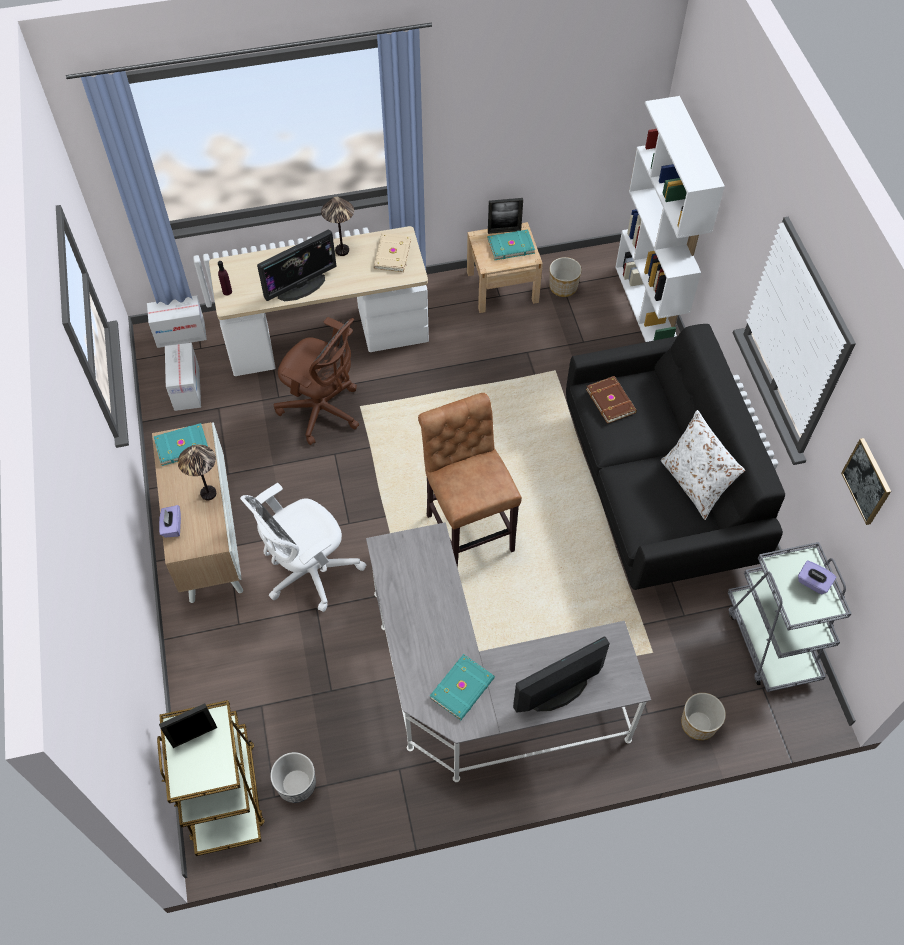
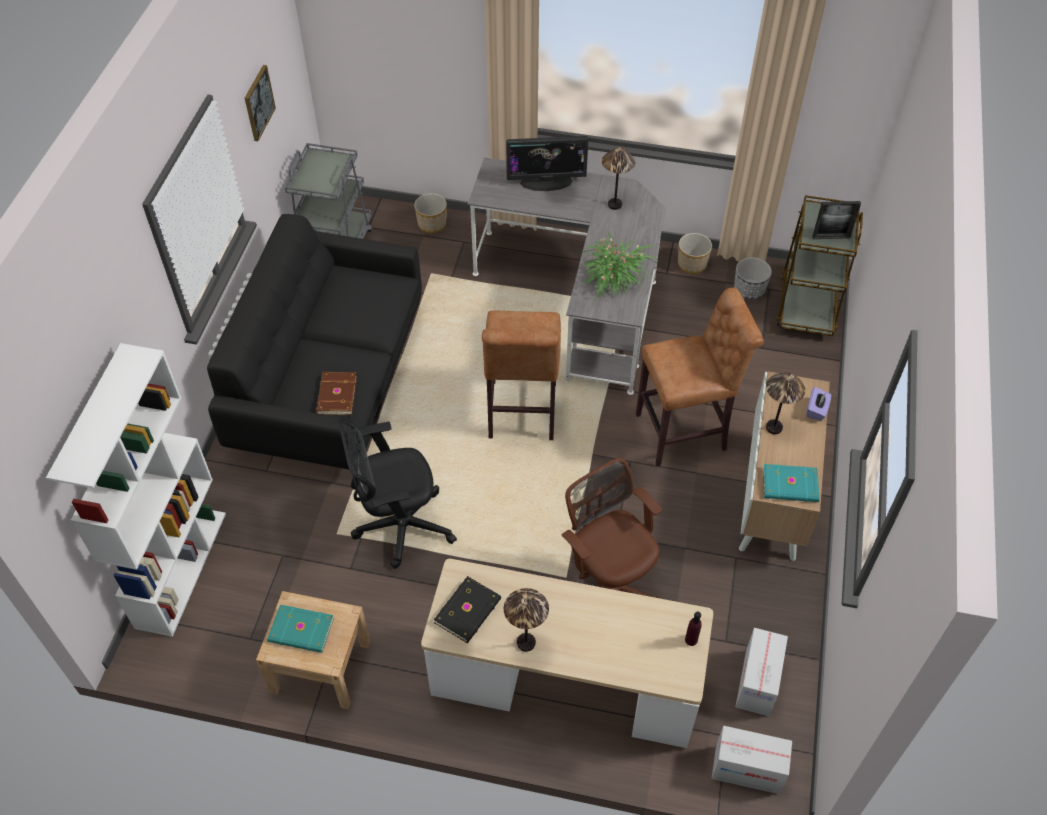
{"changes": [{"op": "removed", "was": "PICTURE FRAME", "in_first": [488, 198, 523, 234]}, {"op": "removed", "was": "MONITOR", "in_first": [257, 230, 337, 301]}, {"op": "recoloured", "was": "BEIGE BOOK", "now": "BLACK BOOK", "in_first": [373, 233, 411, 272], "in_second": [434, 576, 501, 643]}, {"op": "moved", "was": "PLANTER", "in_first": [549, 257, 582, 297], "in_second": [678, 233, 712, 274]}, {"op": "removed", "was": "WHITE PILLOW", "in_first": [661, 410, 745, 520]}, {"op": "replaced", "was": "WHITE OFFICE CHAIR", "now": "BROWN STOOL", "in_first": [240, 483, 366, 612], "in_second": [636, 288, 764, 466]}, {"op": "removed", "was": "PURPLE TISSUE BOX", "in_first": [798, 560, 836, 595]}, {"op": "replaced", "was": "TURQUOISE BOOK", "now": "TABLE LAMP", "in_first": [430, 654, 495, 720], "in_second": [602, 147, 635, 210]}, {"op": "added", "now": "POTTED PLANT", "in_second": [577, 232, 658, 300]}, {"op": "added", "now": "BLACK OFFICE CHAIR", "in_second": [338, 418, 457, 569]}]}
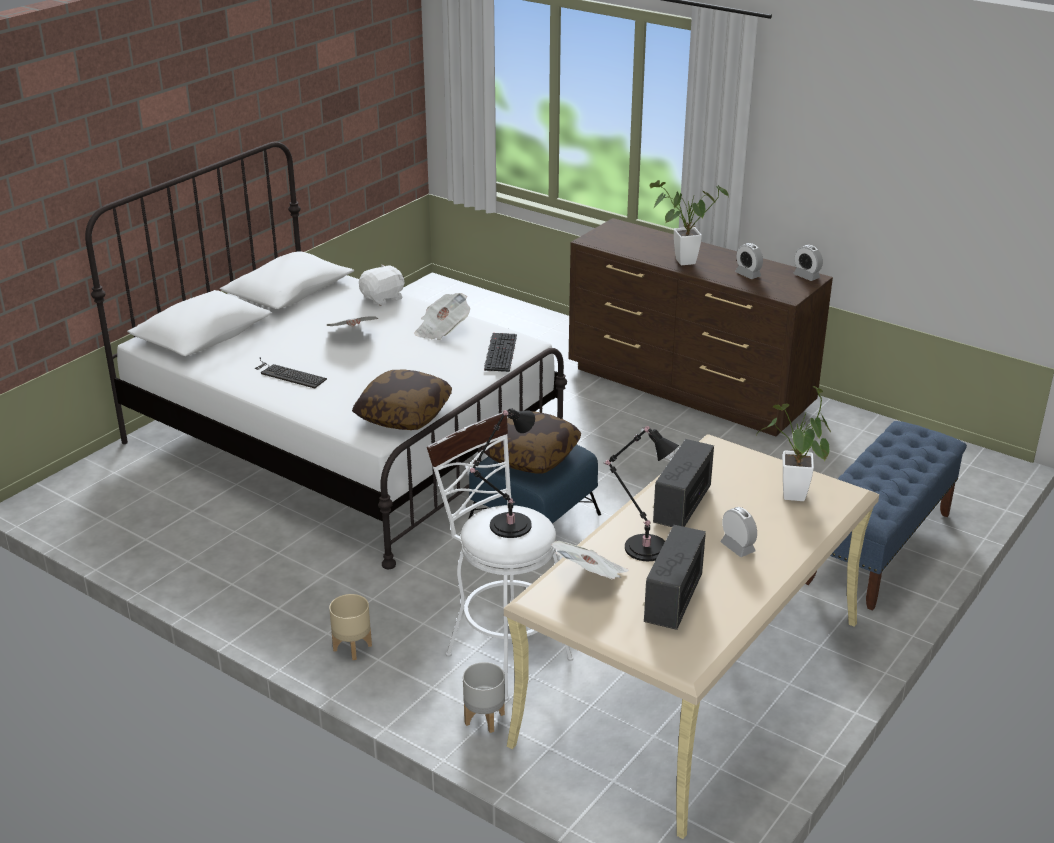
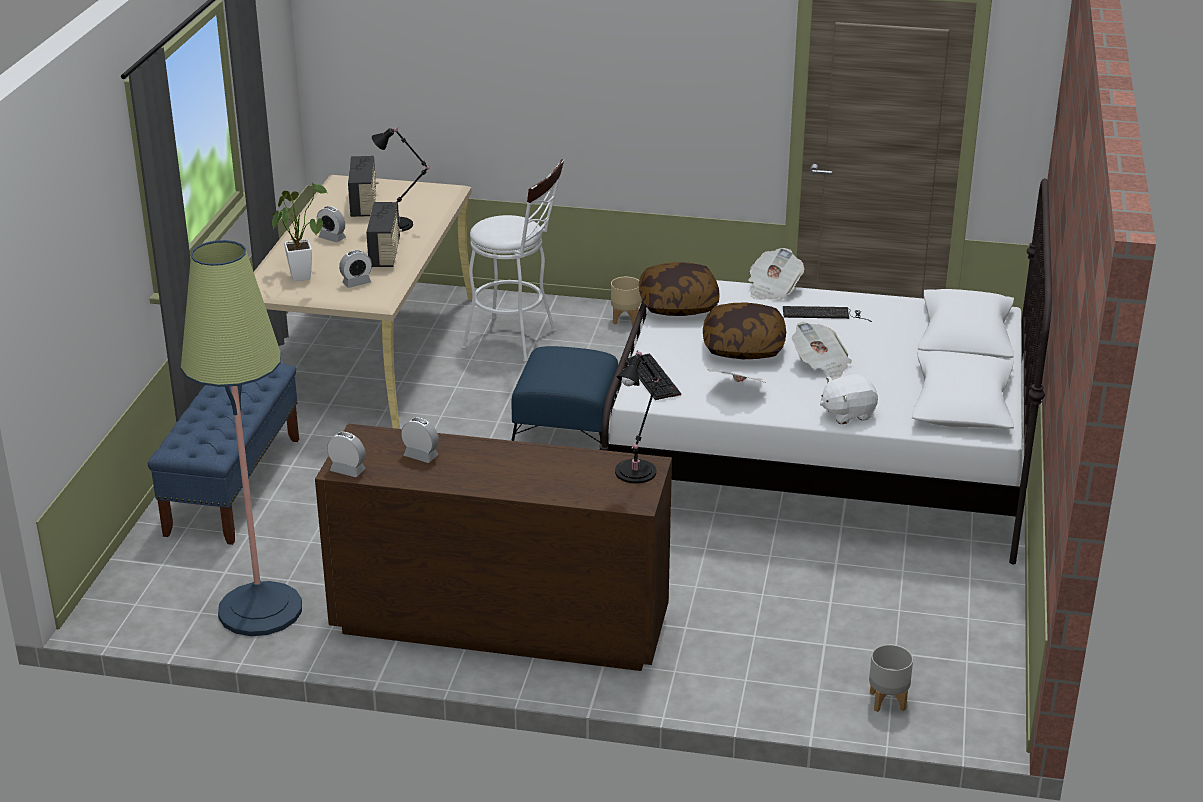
{"changes": [{"op": "removed", "was": "POTTED PLANT", "in_first": [650, 180, 729, 265]}, {"op": "turned", "was": "WHITE PLUSH TOY", "in_first": [359, 264, 404, 306], "in_second": [820, 374, 878, 424], "clockwise": 45}, {"op": "moved", "was": "BLACK TABLE LAMP", "in_first": [470, 408, 535, 538], "in_second": [615, 350, 659, 483]}, {"op": "moved", "was": "PILLOW", "in_first": [481, 411, 581, 474], "in_second": [703, 302, 786, 359]}, {"op": "moved", "was": "NEWSPAPER", "in_first": [552, 541, 629, 580], "in_second": [748, 248, 804, 300]}, {"op": "moved", "was": "GREY PLANTER", "in_first": [463, 662, 505, 733], "in_second": [869, 644, 913, 712]}, {"op": "added", "now": "FLOOR LAMP", "in_second": [181, 240, 302, 636]}, {"op": "added", "now": "ALARM CLOCK", "in_second": [339, 250, 372, 288]}]}
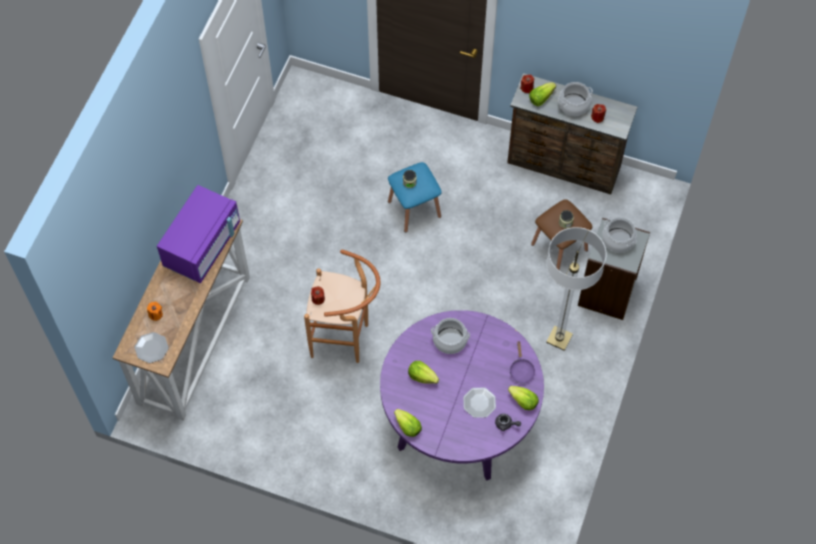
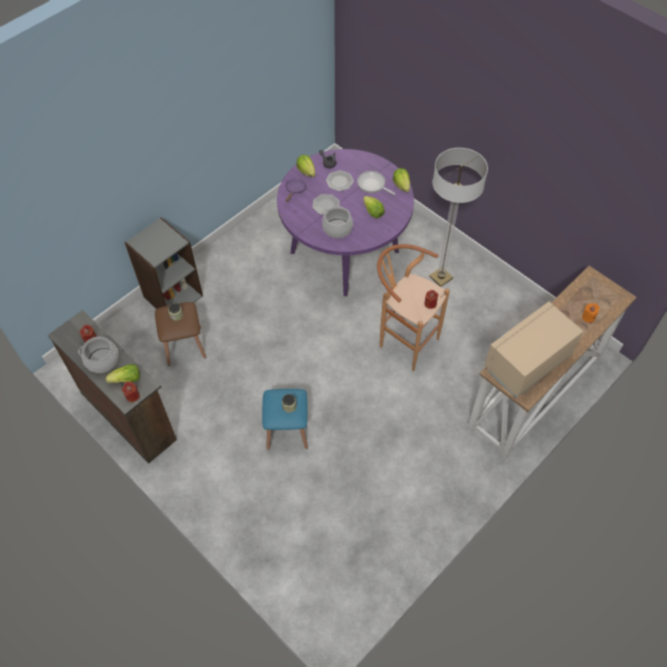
{"changes": [{"op": "recoloured", "was": "PURPLE MICROWAVE", "now": "BEIGE MICROWAVE", "in_first": [157, 185, 240, 283], "in_second": [484, 301, 583, 398]}, {"op": "removed", "was": "COOKING POT", "in_first": [602, 218, 637, 253]}, {"op": "moved", "was": "FLOOR LAMP", "in_first": [546, 227, 607, 351], "in_second": [429, 148, 488, 287]}, {"op": "moved", "was": "PLATE", "in_first": [134, 332, 169, 363], "in_second": [312, 194, 340, 215]}, {"op": "added", "now": "FRYING PAN", "in_second": [357, 171, 395, 195]}]}
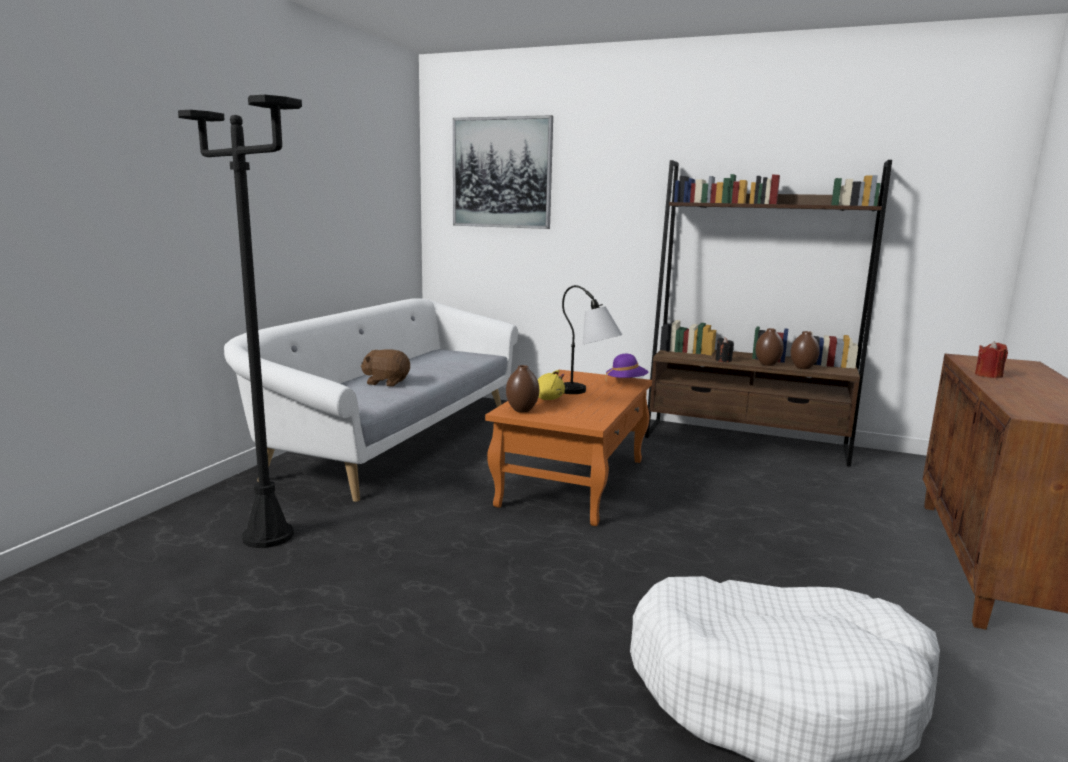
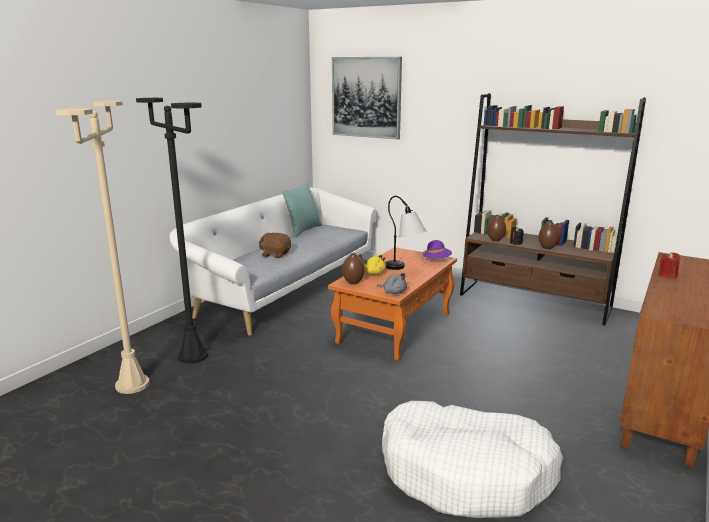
{"changes": [{"op": "moved", "was": "BROWN VASE", "in_first": [790, 331, 820, 369], "in_second": [487, 215, 506, 241]}, {"op": "added", "now": "BEIGE FLOOR LAMP", "in_second": [55, 101, 150, 394]}, {"op": "added", "now": "TURQUOISE PILLOW", "in_second": [282, 183, 322, 237]}, {"op": "added", "now": "GREY PLUSH TOY", "in_second": [377, 272, 407, 294]}]}
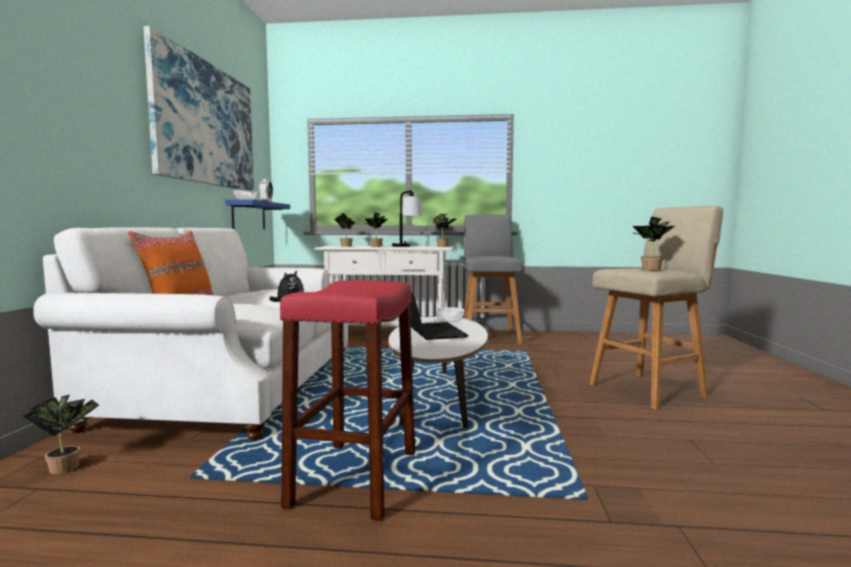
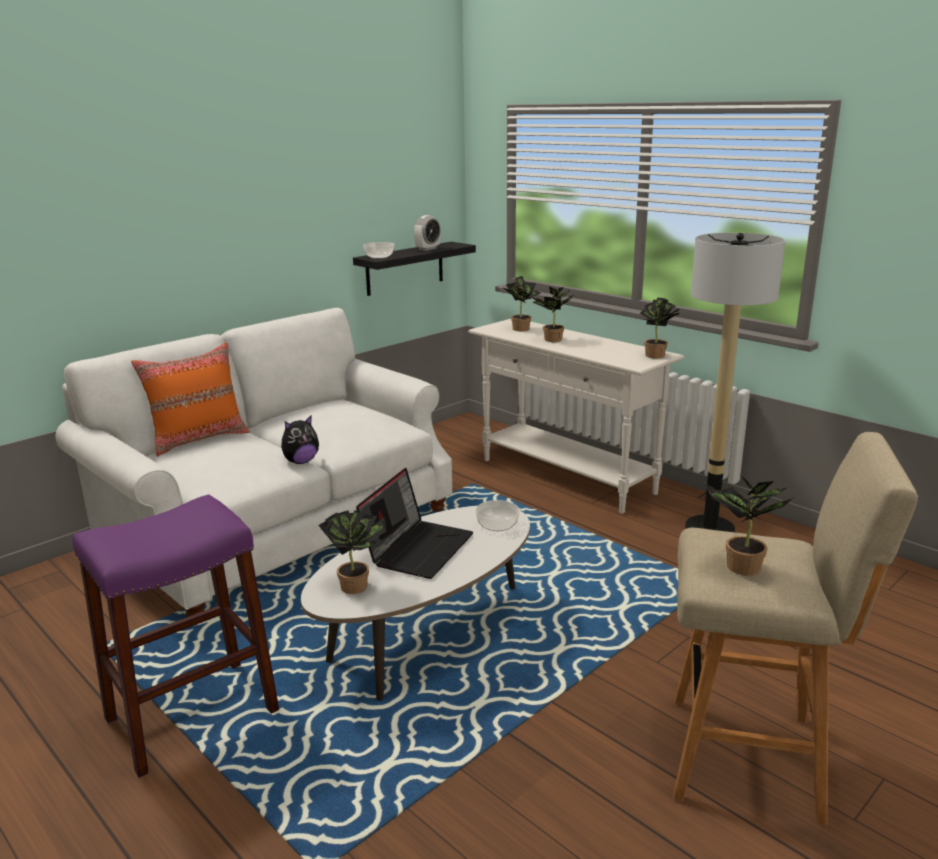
{"changes": [{"op": "removed", "was": "PICTURE", "in_first": [144, 26, 254, 191]}, {"op": "removed", "was": "TABLE LAMP", "in_first": [392, 190, 422, 247]}, {"op": "recoloured", "was": "BLUE SHELF", "now": "BLACK SHELF", "in_first": [226, 199, 290, 230], "in_second": [353, 242, 476, 296]}, {"op": "replaced", "was": "GREY STOOL", "now": "FLOOR LAMP", "in_first": [463, 214, 523, 345], "in_second": [685, 233, 786, 532]}, {"op": "recoloured", "was": "RED STOOL", "now": "PURPLE STOOL", "in_first": [280, 280, 415, 521], "in_second": [72, 494, 279, 778]}, {"op": "moved", "was": "POTTED PLANT", "in_first": [23, 395, 99, 475], "in_second": [318, 510, 386, 594]}]}
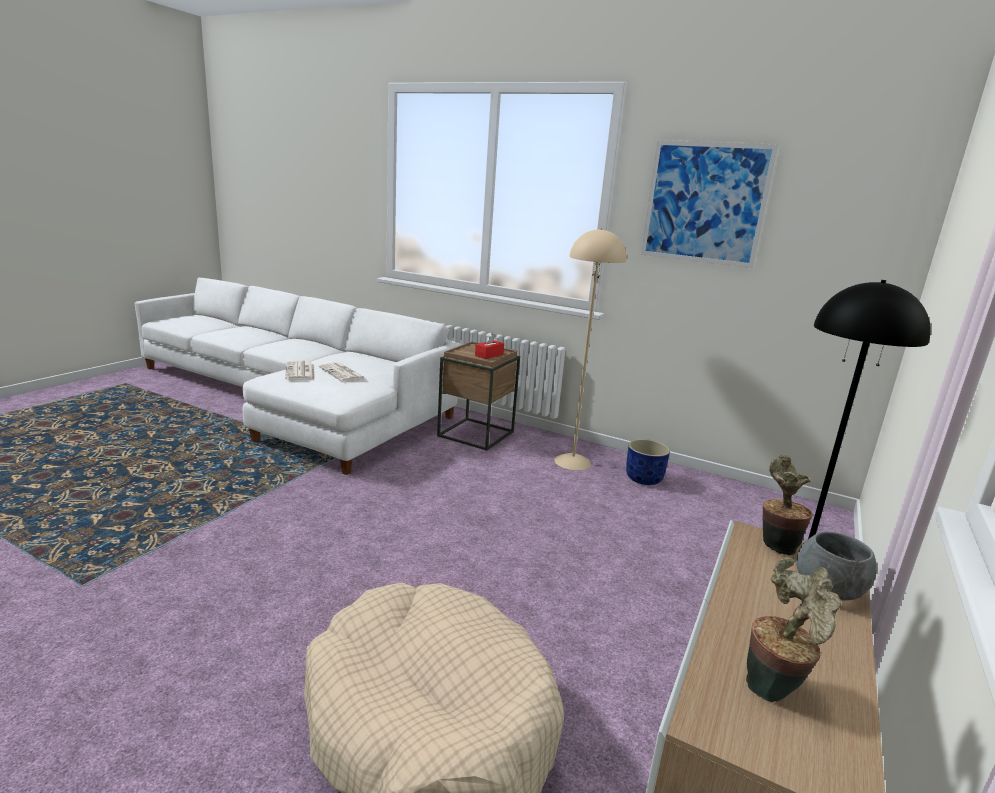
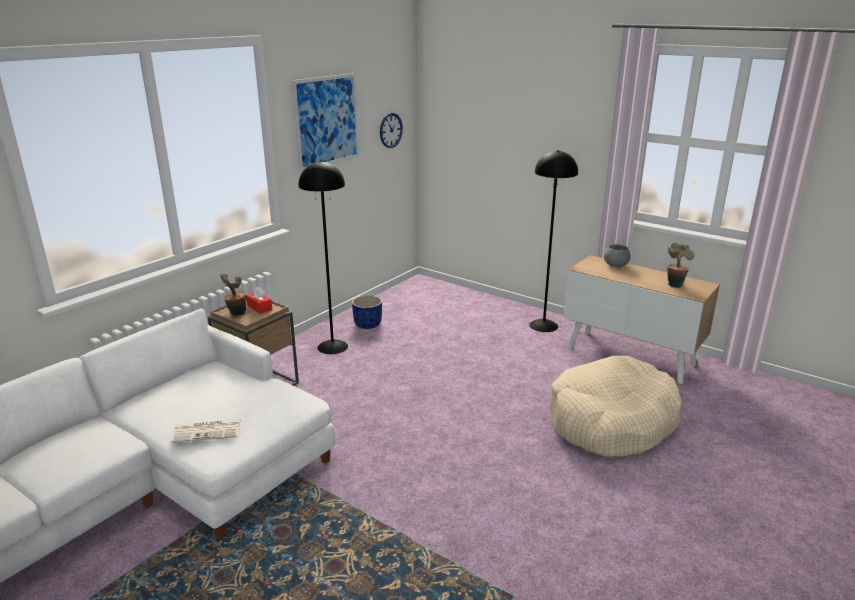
{"changes": [{"op": "recoloured", "was": "BEIGE FLOOR LAMP", "now": "BLACK FLOOR LAMP", "in_first": [554, 228, 626, 470], "in_second": [298, 161, 348, 354]}, {"op": "removed", "was": "NEWSPAPER", "in_first": [318, 362, 365, 382]}, {"op": "moved", "was": "POTTED PLANT", "in_first": [763, 454, 813, 556], "in_second": [220, 273, 246, 316]}, {"op": "added", "now": "WALL CLOCK", "in_second": [380, 113, 403, 148]}]}
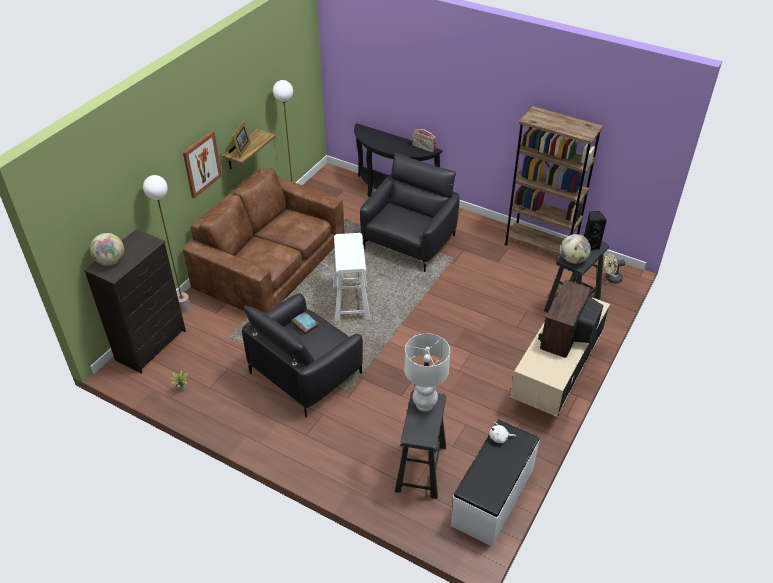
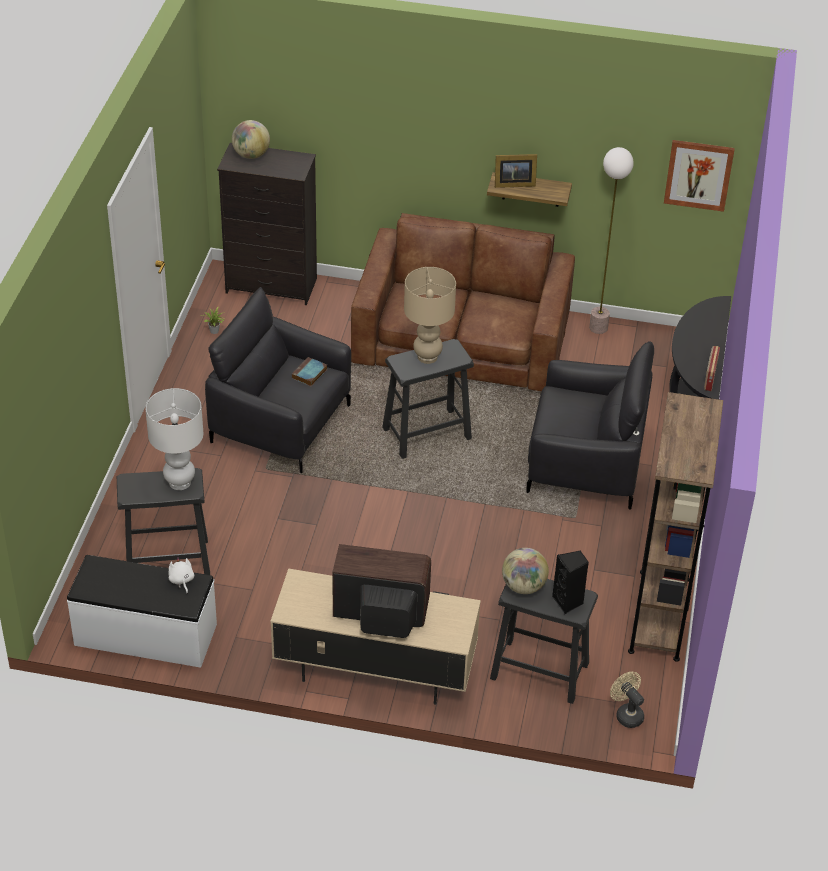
{"changes": [{"op": "moved", "was": "PICTURE", "in_first": [183, 131, 222, 198], "in_second": [664, 140, 735, 212]}, {"op": "removed", "was": "FLOOR LAMP", "in_first": [143, 175, 191, 313]}, {"op": "recoloured", "was": "WHITE STOOL", "now": "BLACK STOOL", "in_first": [333, 233, 370, 322], "in_second": [382, 339, 474, 459]}, {"op": "added", "now": "BEIGE TABLE LAMP", "in_second": [404, 267, 456, 364]}]}
